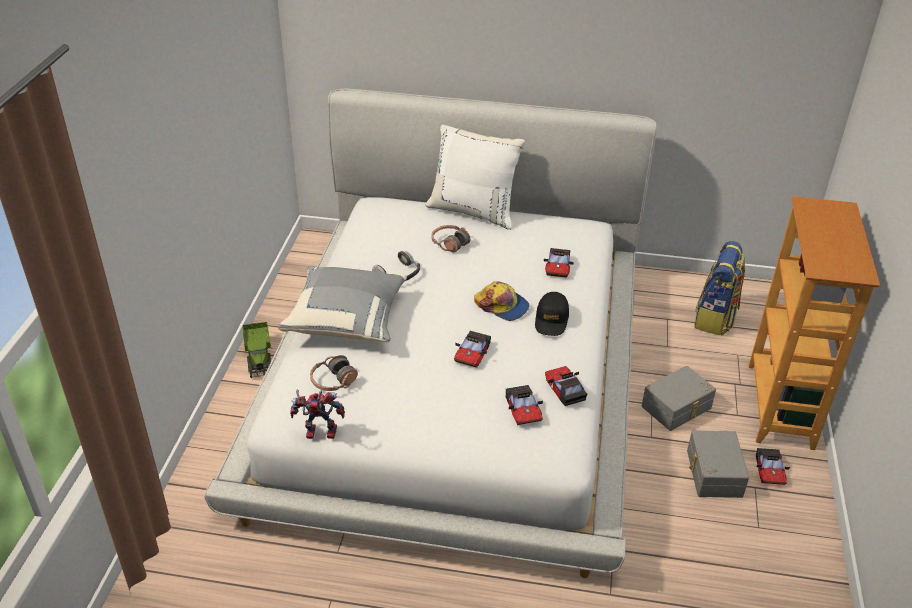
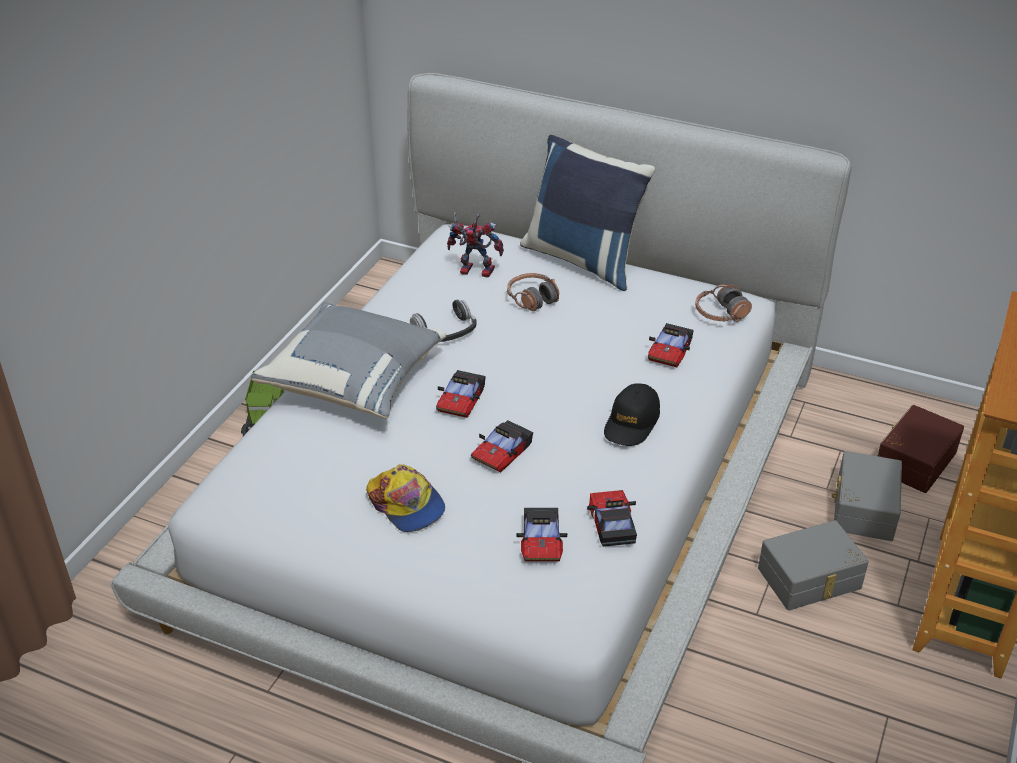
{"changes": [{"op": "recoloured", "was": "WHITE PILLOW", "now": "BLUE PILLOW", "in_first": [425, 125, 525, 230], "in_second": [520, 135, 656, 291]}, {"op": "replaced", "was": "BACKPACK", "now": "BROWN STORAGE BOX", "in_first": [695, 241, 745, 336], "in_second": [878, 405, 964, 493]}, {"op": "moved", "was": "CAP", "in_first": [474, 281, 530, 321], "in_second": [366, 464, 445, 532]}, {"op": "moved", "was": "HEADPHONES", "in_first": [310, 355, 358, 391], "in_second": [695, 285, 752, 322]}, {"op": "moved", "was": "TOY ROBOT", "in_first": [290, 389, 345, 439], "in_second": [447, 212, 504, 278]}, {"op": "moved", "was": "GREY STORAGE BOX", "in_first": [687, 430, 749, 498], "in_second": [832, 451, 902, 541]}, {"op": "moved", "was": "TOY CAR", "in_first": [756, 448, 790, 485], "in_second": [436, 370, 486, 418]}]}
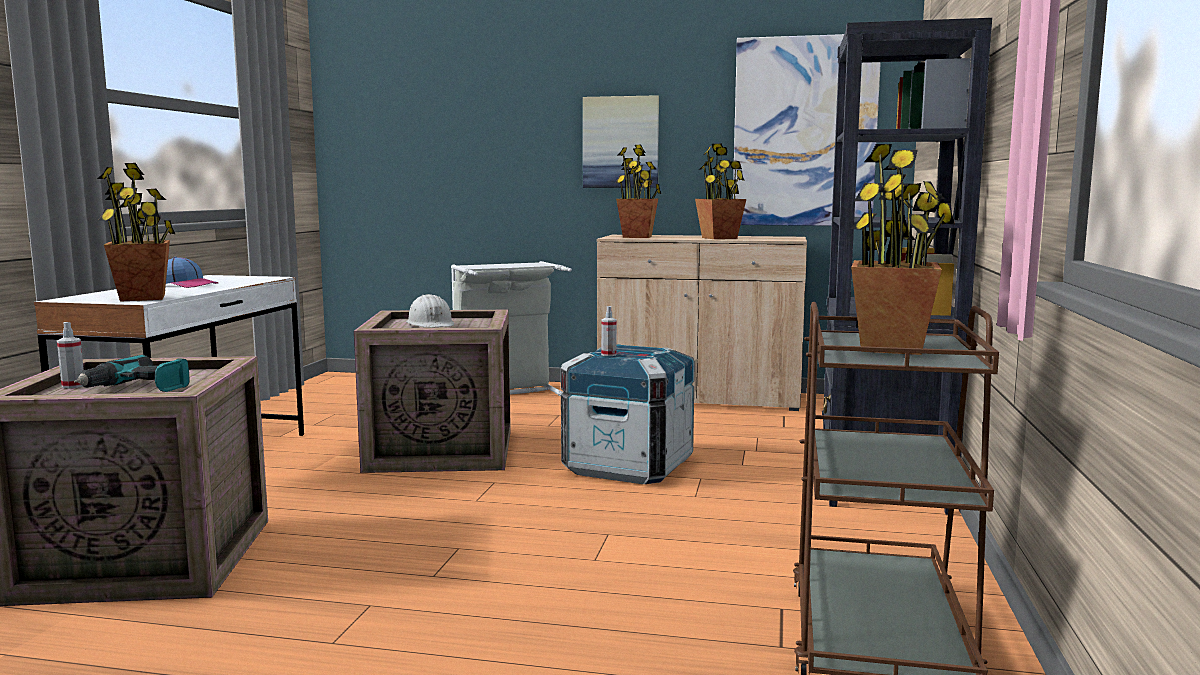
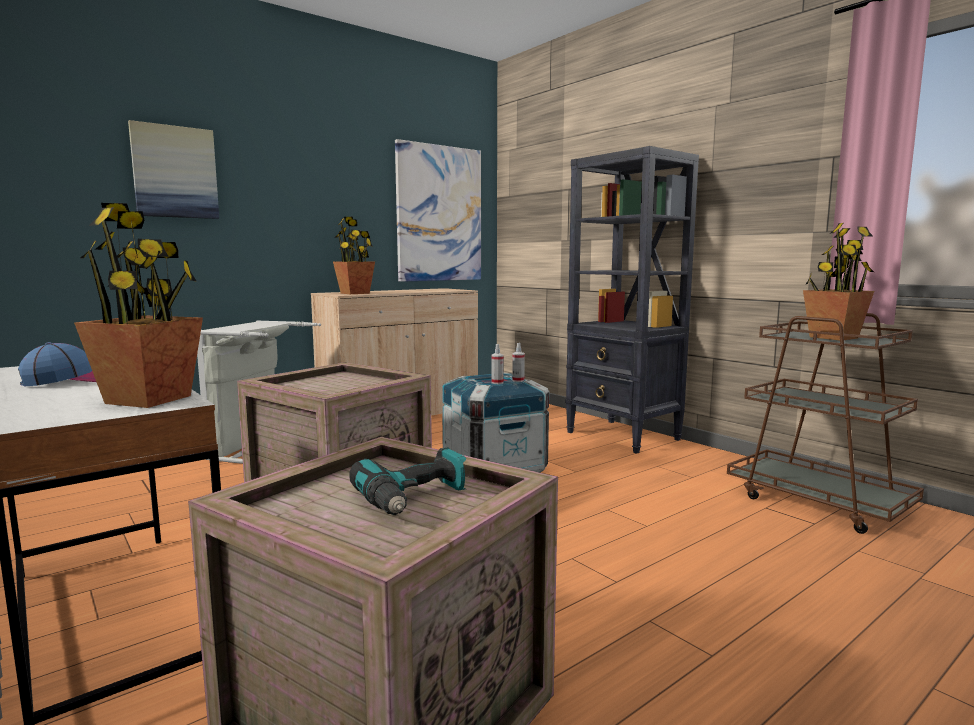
{"changes": [{"op": "moved", "was": "PICTURE", "in_first": [583, 95, 659, 188], "in_second": [128, 120, 219, 219]}, {"op": "removed", "was": "POTTED PLANT", "in_first": [695, 143, 746, 239]}, {"op": "removed", "was": "WHITE HARD HAT", "in_first": [406, 294, 454, 328]}, {"op": "moved", "was": "SPRAY BOTTLE", "in_first": [57, 322, 84, 388], "in_second": [512, 343, 525, 382]}]}
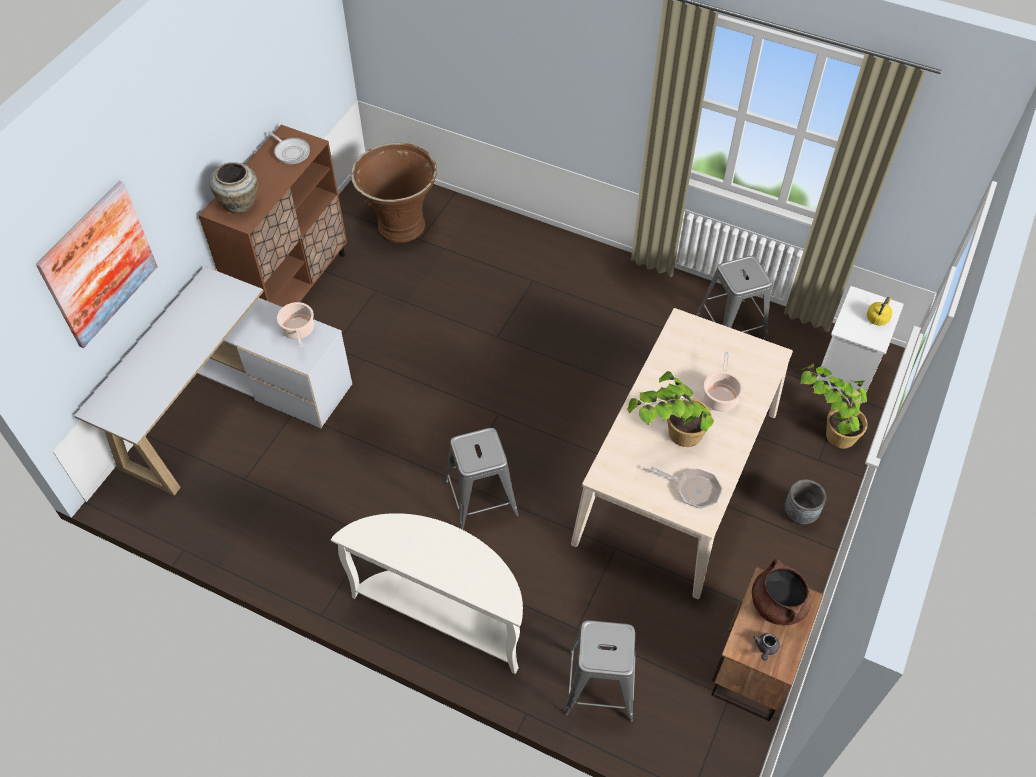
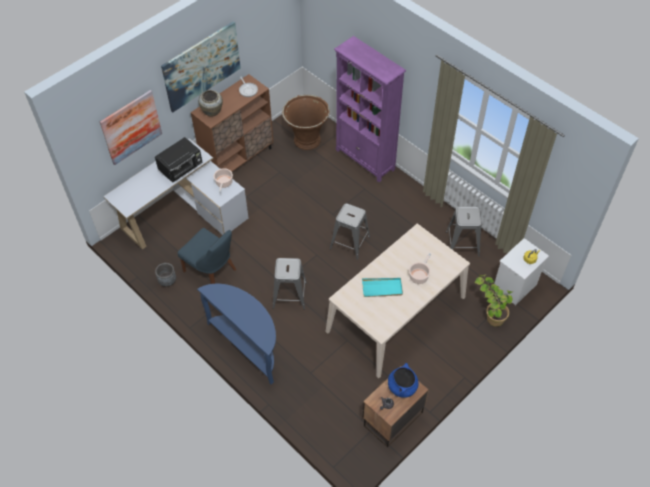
{"changes": [{"op": "replaced", "was": "POTTED PLANT", "now": "TURQUOISE TRAY", "in_first": [627, 371, 714, 447], "in_second": [362, 278, 403, 297]}, {"op": "removed", "was": "FRYING PAN", "in_first": [650, 467, 722, 509]}, {"op": "moved", "was": "GREY PLANTER", "in_first": [784, 479, 826, 524], "in_second": [155, 263, 176, 287]}, {"op": "recoloured", "was": "WHITE CONSOLE TABLE", "now": "BLUE CONSOLE TABLE", "in_first": [331, 513, 523, 674], "in_second": [197, 284, 276, 384]}, {"op": "recoloured", "was": "BROWN COOKING POT", "now": "BLUE COOKING POT", "in_first": [752, 559, 811, 626], "in_second": [388, 363, 419, 398]}, {"op": "moved", "was": "GREY STOOL", "in_first": [564, 620, 635, 722], "in_second": [330, 203, 370, 260]}, {"op": "added", "now": "PICTURE", "in_second": [161, 21, 241, 112]}, {"op": "added", "now": "PURPLE BOOKCASE", "in_second": [334, 36, 406, 182]}, {"op": "added", "now": "BLACK MICROWAVE", "in_second": [155, 137, 202, 182]}, {"op": "added", "now": "BLUE CHAIR", "in_second": [178, 228, 236, 284]}]}
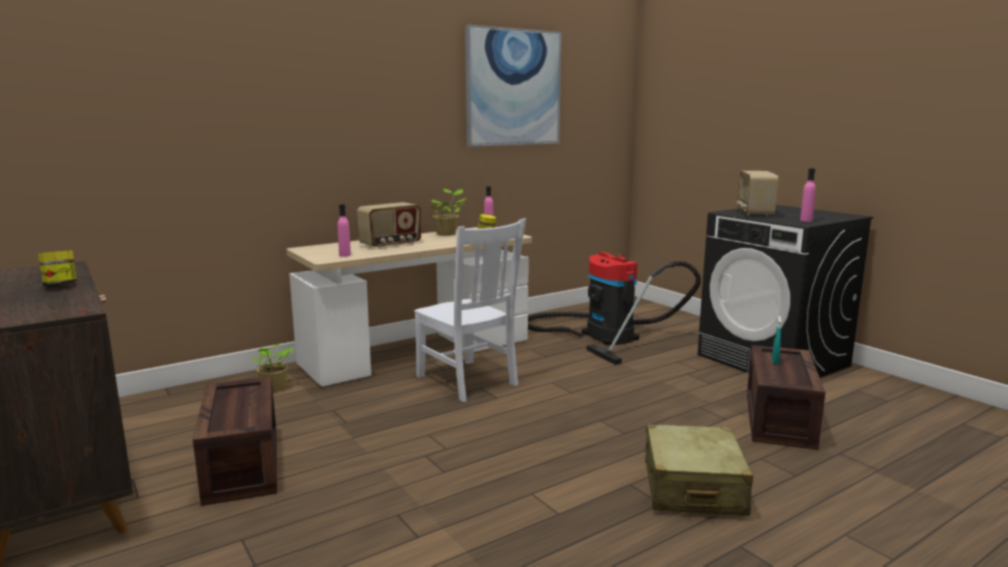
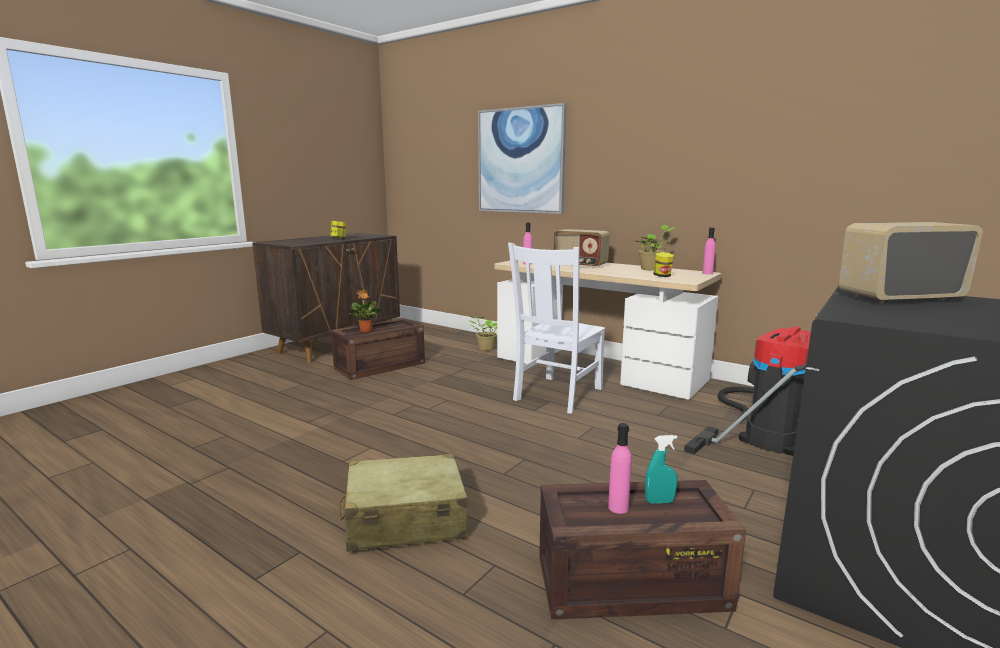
{"changes": [{"op": "moved", "was": "PICTURE", "in_first": [465, 25, 562, 147], "in_second": [478, 103, 567, 214]}, {"op": "moved", "was": "PINK BOTTLE", "in_first": [800, 168, 816, 221], "in_second": [608, 423, 632, 514]}, {"op": "added", "now": "POTTED PLANT", "in_second": [349, 290, 382, 332]}]}
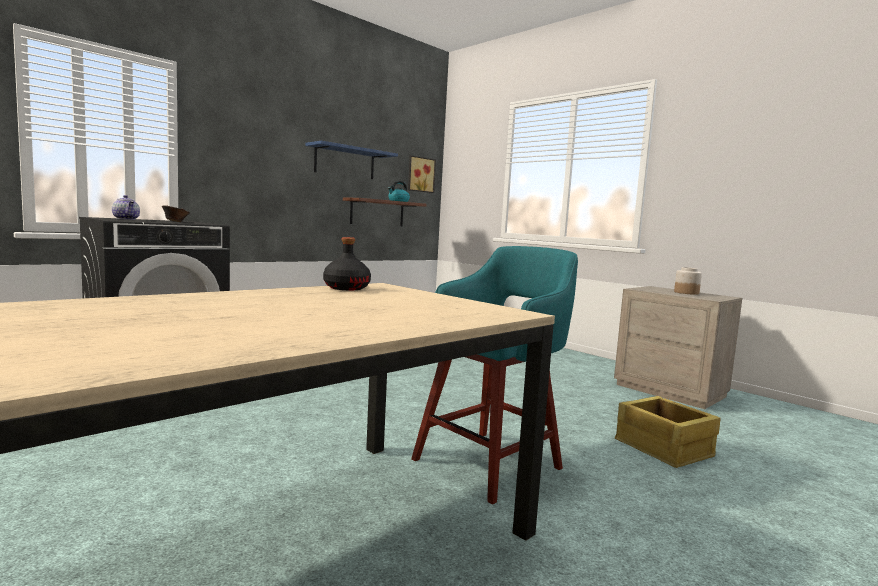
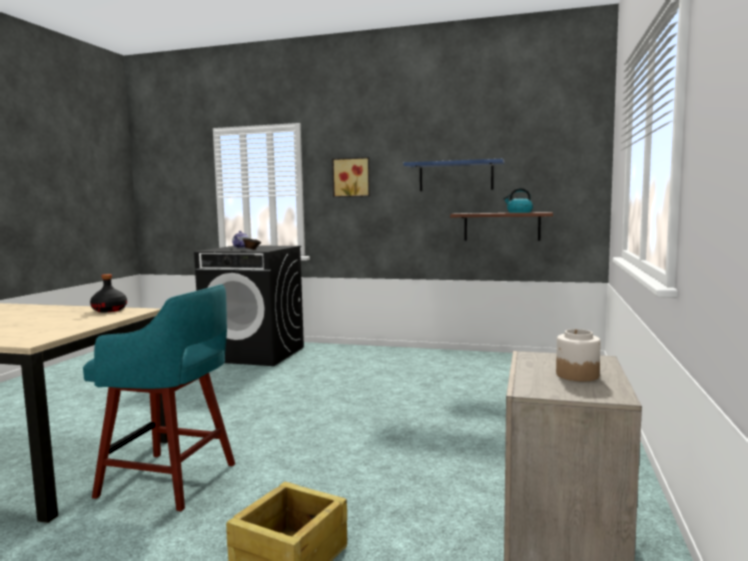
{"changes": [{"op": "moved", "was": "PICTURE", "in_first": [408, 155, 436, 193], "in_second": [332, 157, 370, 197]}]}
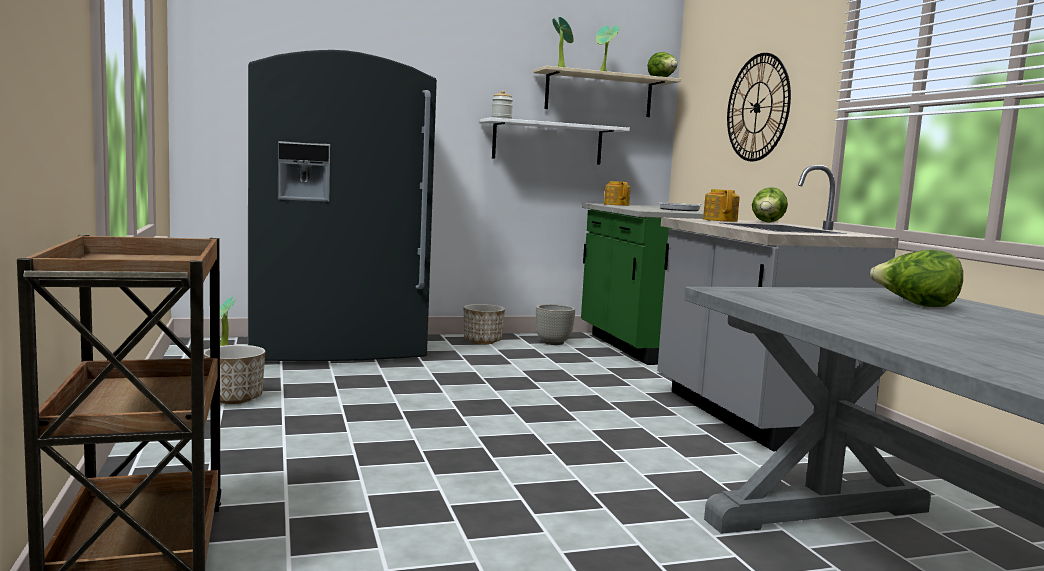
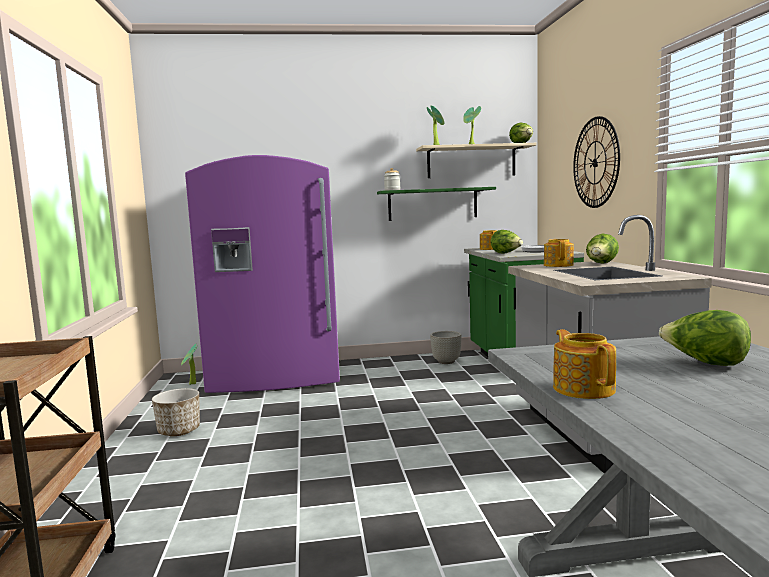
{"changes": [{"op": "recoloured", "was": "GREY FRIDGE", "now": "PURPLE FRIDGE", "in_first": [248, 50, 437, 361], "in_second": [185, 155, 340, 393]}, {"op": "recoloured", "was": "WHITE SHELF", "now": "GREEN SHELF", "in_first": [480, 117, 630, 165], "in_second": [377, 187, 496, 221]}, {"op": "removed", "was": "PLANTER", "in_first": [464, 304, 505, 344]}, {"op": "added", "now": "LETTUCE", "in_second": [491, 230, 523, 254]}, {"op": "added", "now": "TEAPOT", "in_second": [553, 329, 616, 399]}]}
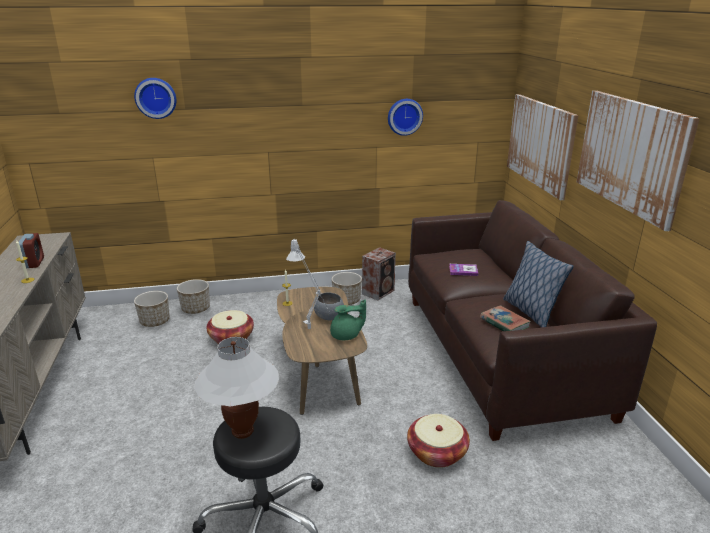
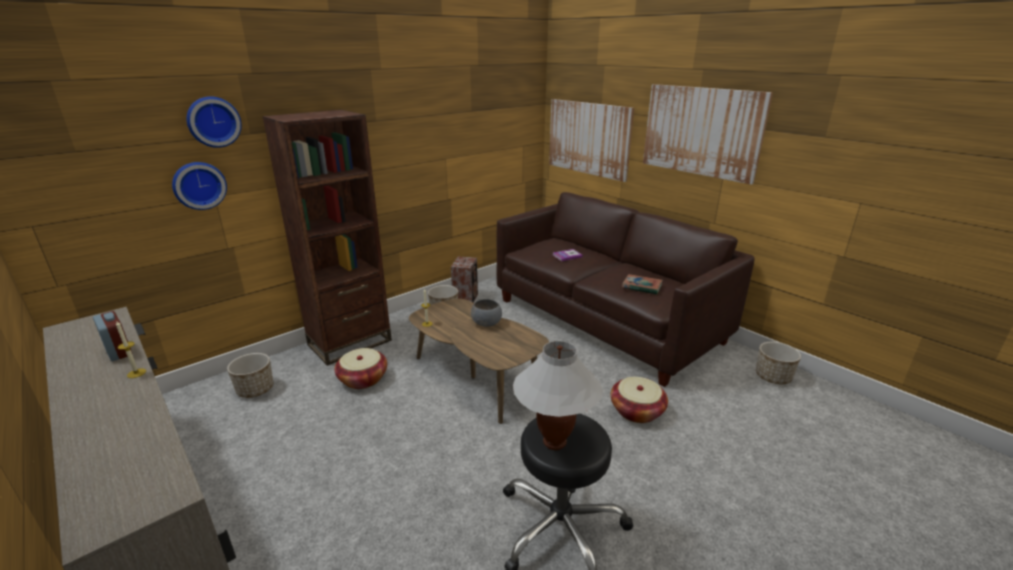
{"changes": [{"op": "moved", "was": "WALL CLOCK", "in_first": [388, 99, 423, 136], "in_second": [172, 162, 227, 210]}, {"op": "removed", "was": "GREY TABLE LAMP", "in_first": [286, 239, 330, 329]}, {"op": "removed", "was": "PILLOW", "in_first": [503, 241, 574, 327]}, {"op": "moved", "was": "PLANTER", "in_first": [177, 279, 210, 314], "in_second": [756, 342, 801, 384]}, {"op": "removed", "was": "GREEN TEAPOT", "in_first": [330, 299, 366, 340]}, {"op": "added", "now": "BROWN BOOKCASE", "in_second": [262, 110, 392, 366]}]}
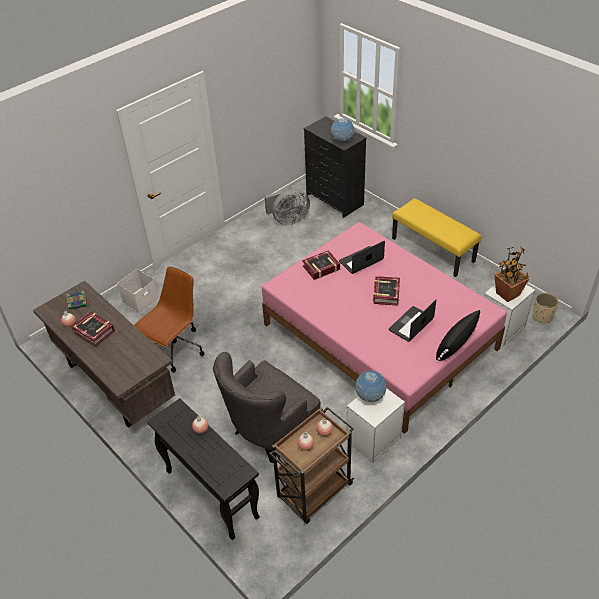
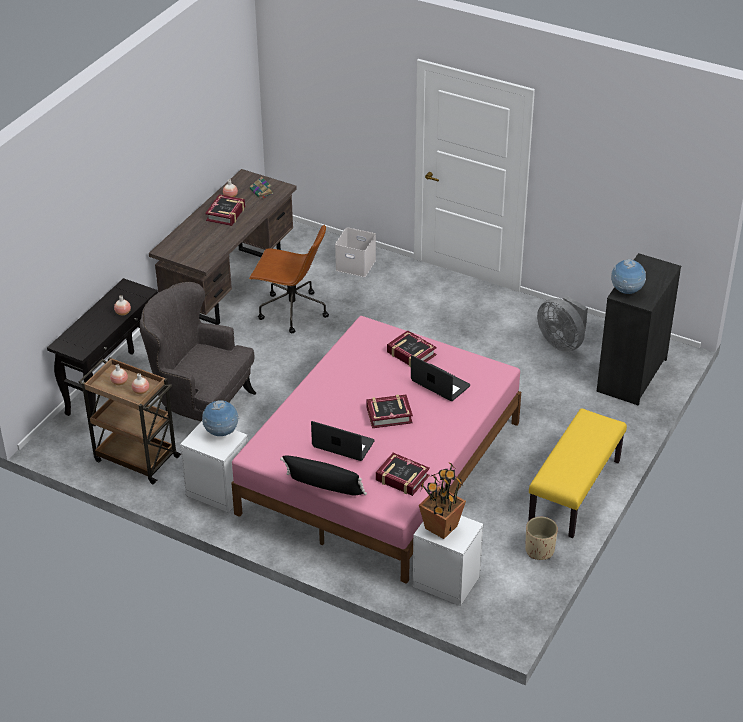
{"changes": [{"op": "moved", "was": "BEIGE PLANTER", "in_first": [532, 293, 558, 323], "in_second": [525, 517, 558, 560]}, {"op": "added", "now": "BOOK", "in_second": [376, 453, 430, 496]}]}
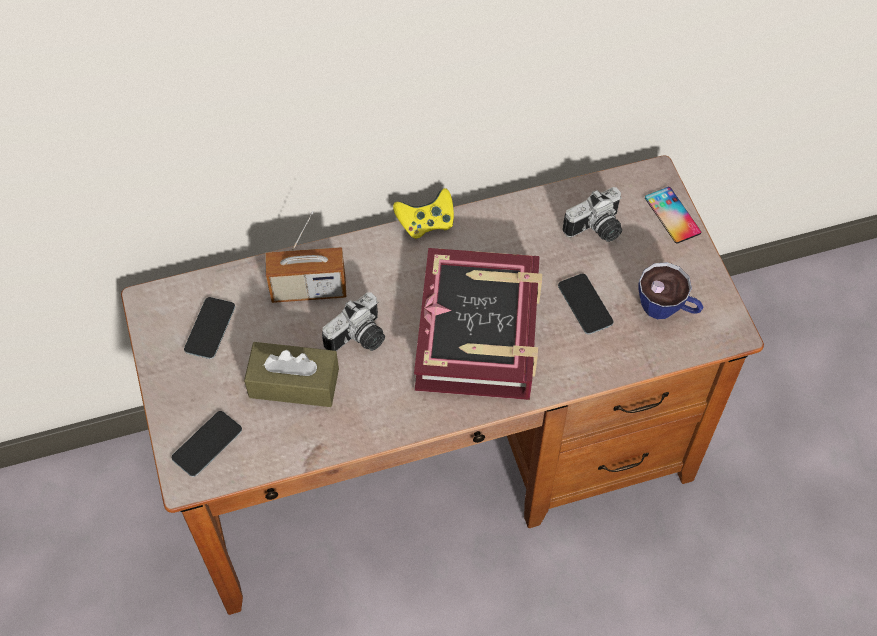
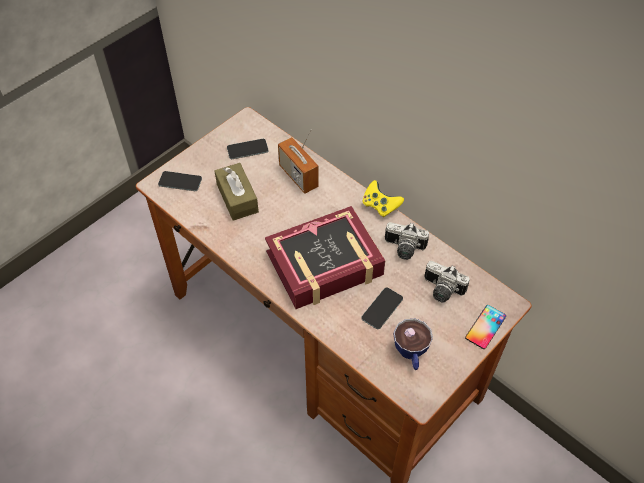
{"changes": [{"op": "moved", "was": "PHOTO CAMERA", "in_first": [322, 292, 385, 351], "in_second": [385, 222, 429, 260]}]}
